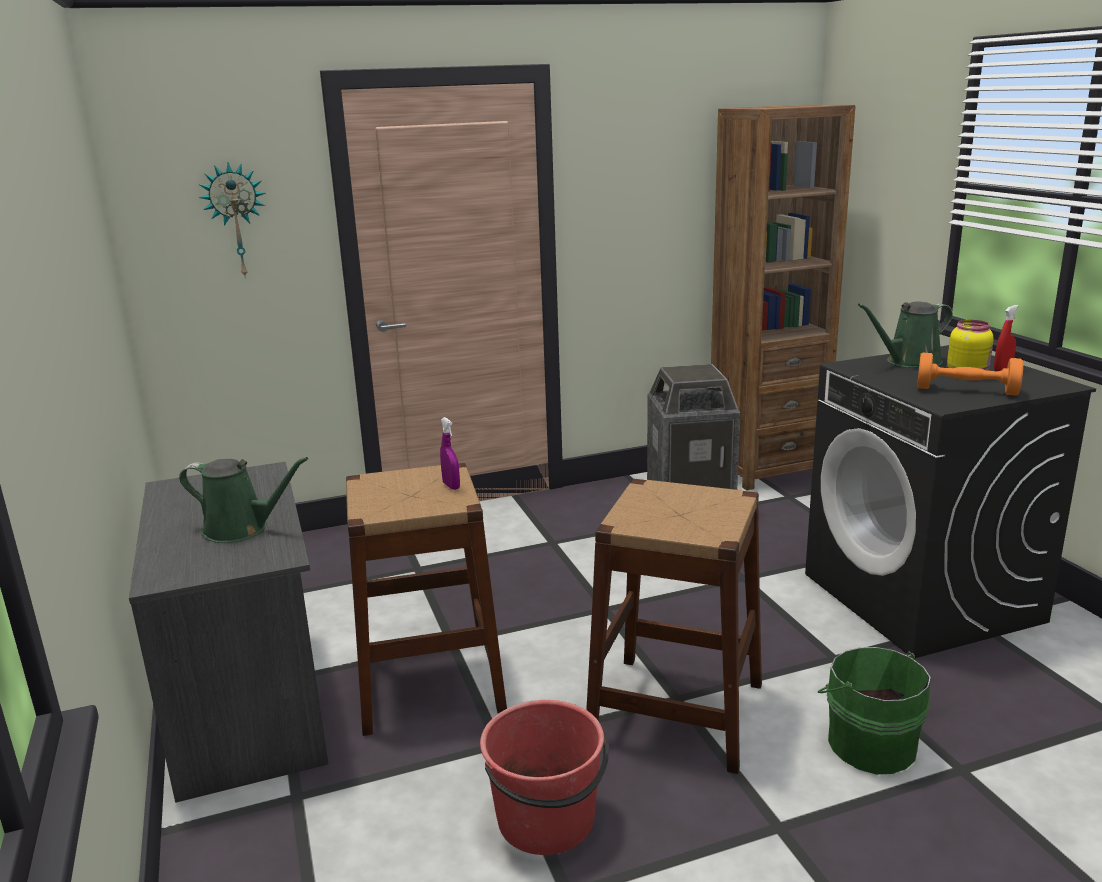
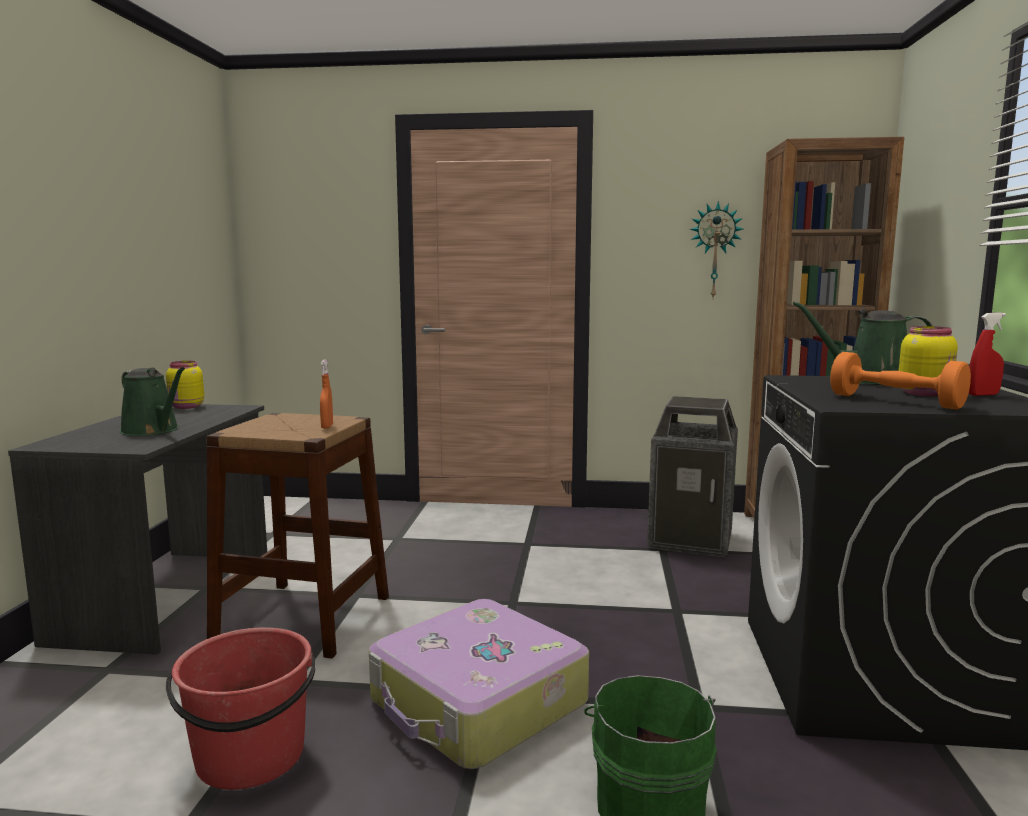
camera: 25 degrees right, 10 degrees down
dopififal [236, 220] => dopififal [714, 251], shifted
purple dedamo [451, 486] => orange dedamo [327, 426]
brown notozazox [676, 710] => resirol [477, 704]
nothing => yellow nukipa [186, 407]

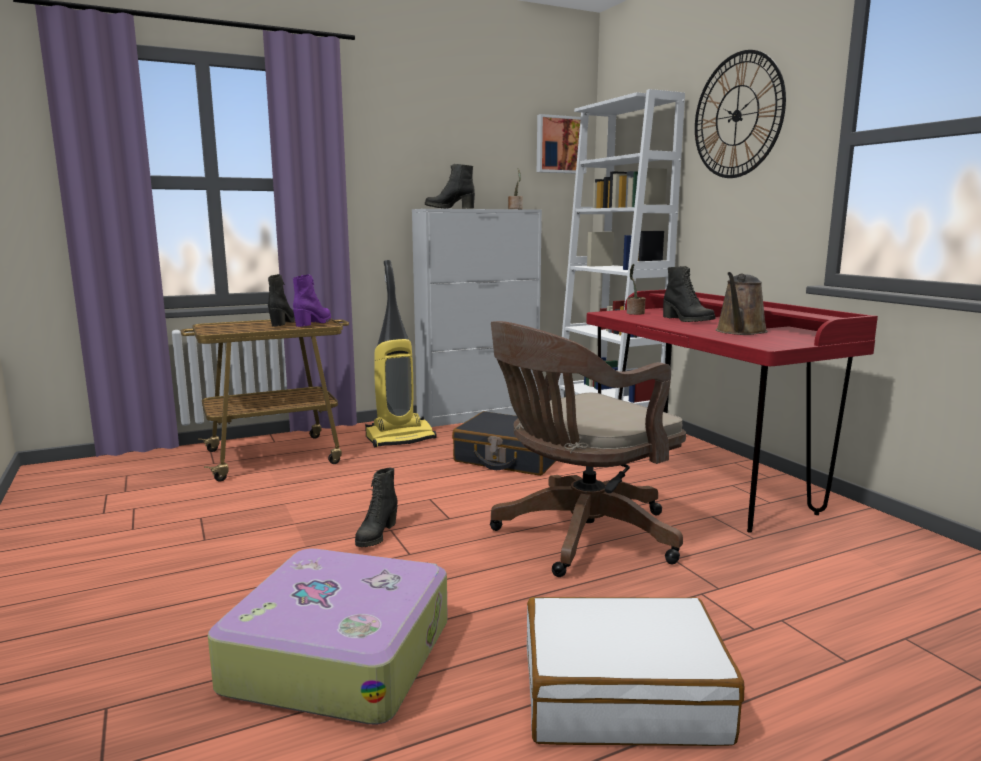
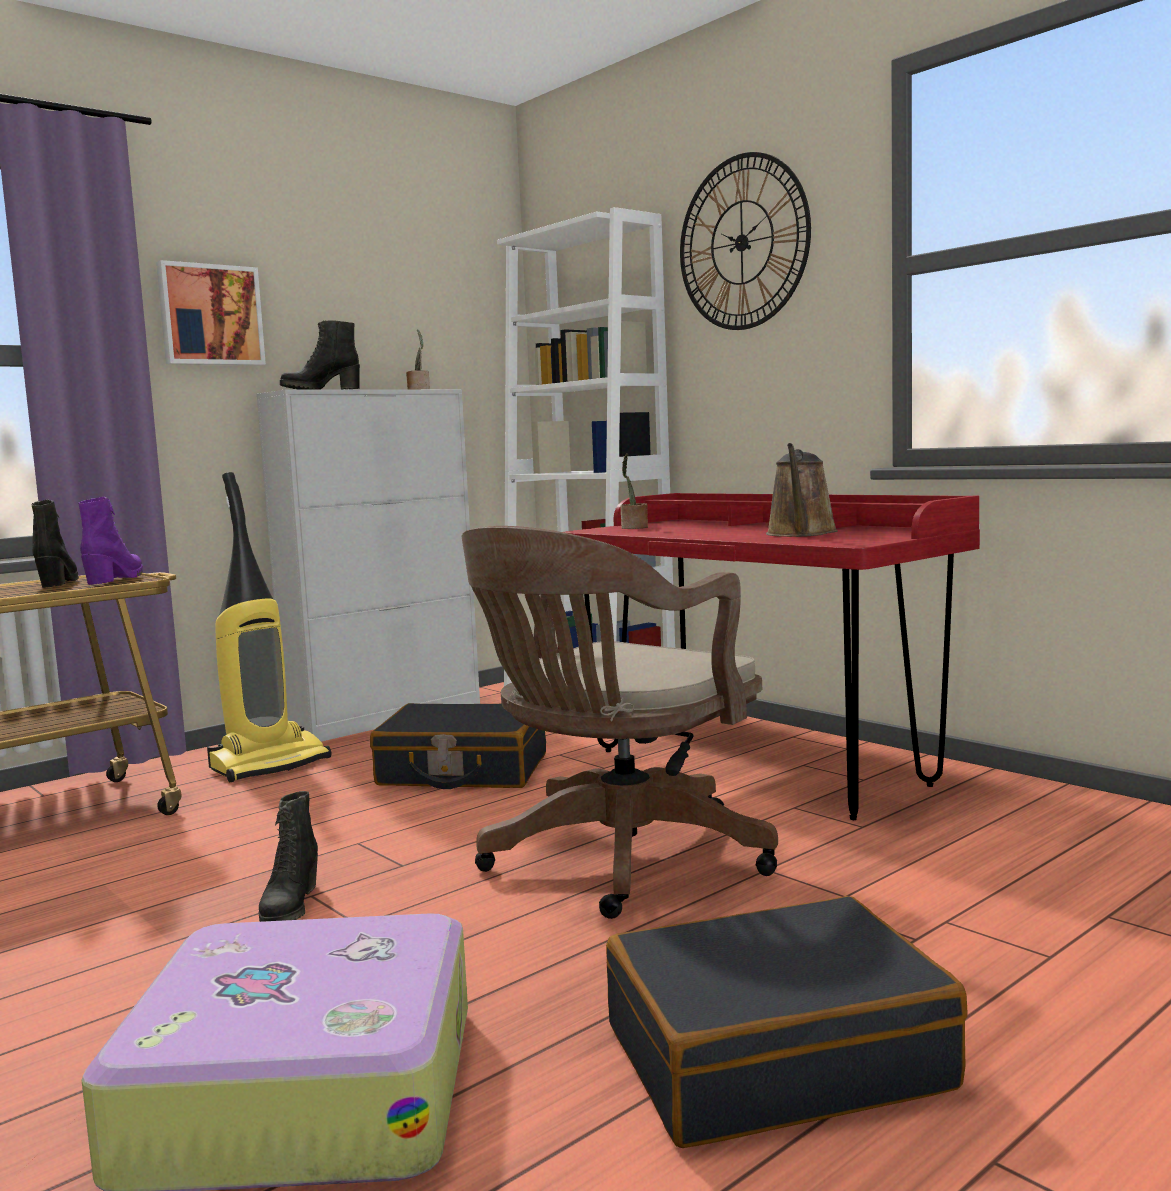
camera: 15 degrees left, 5 degrees down
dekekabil [560, 145] => dekekabil [210, 315], shifted
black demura [687, 320] => nothing
white resirol [622, 694] => black resirol [775, 1056]

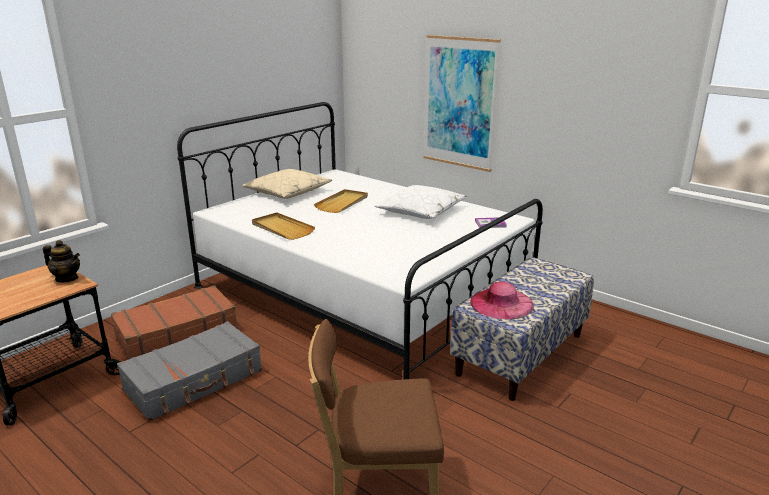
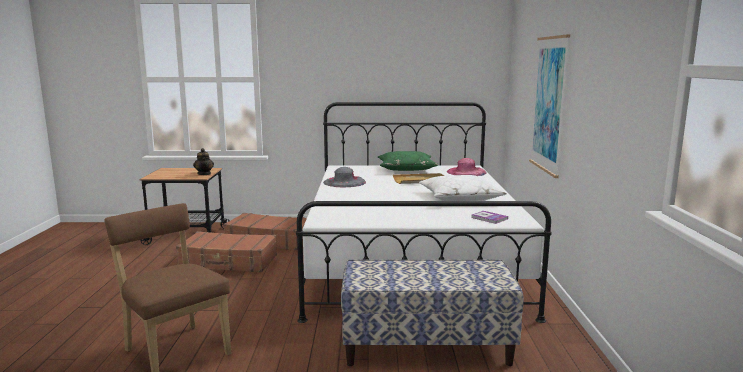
camera: 50 degrees right, 10 degrees down
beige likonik [288, 192] => green likonik [406, 168]
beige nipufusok [282, 228] => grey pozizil [344, 182]
pink pozizil [501, 303] => pink pozizil [466, 172], shifted
grey resirol [194, 381] => brown resirol [228, 262]

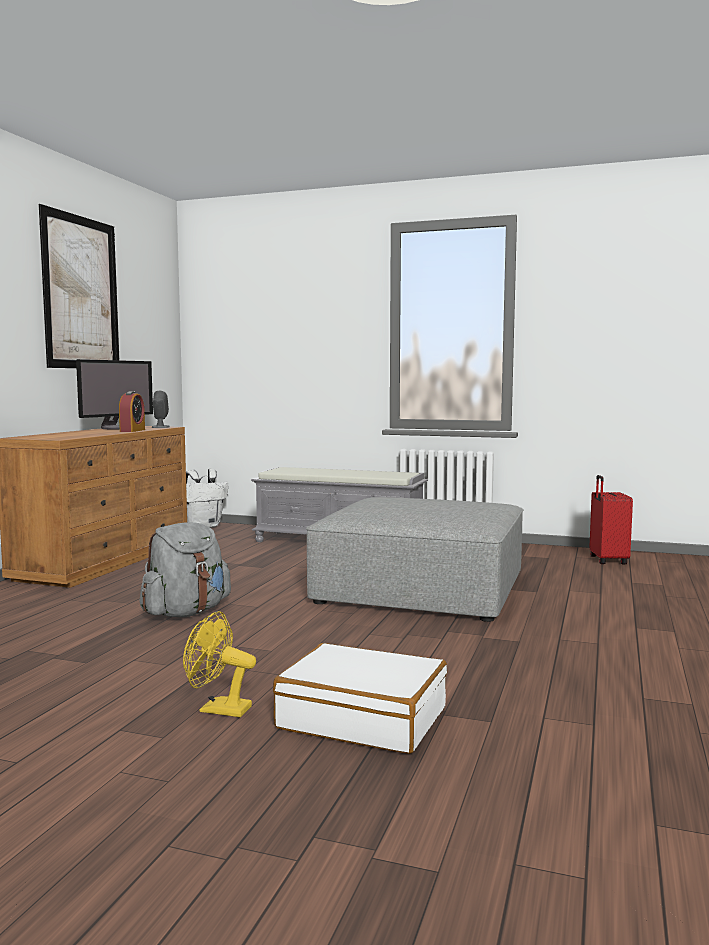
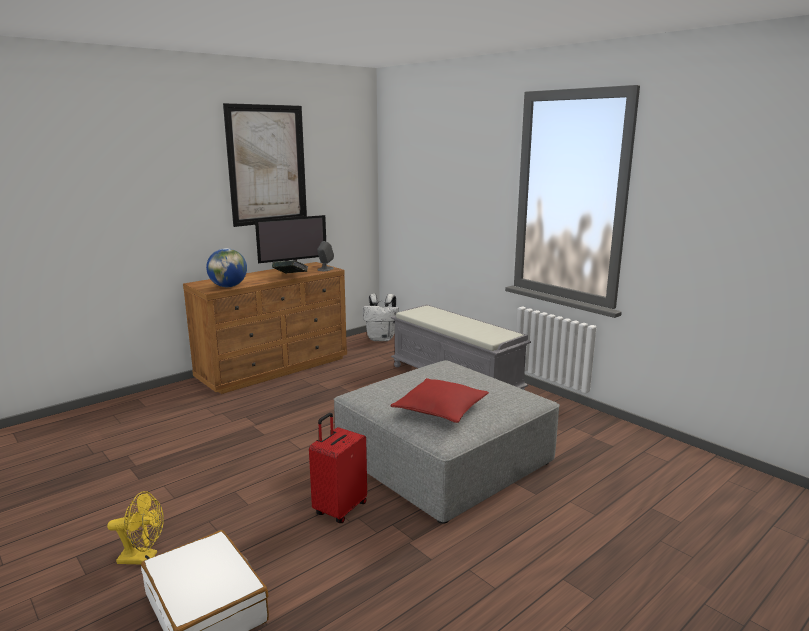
camera: 30 degrees right, 10 degrees up
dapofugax [132, 430] => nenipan [290, 276]
red resirol [607, 560] => red resirol [339, 509], shifted
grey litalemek [186, 612] => nothing
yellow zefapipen [218, 709] => yellow zefapipen [143, 558], 135 degrees clockwise
nothing => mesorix [228, 286]
nothing => red likonik [440, 409]

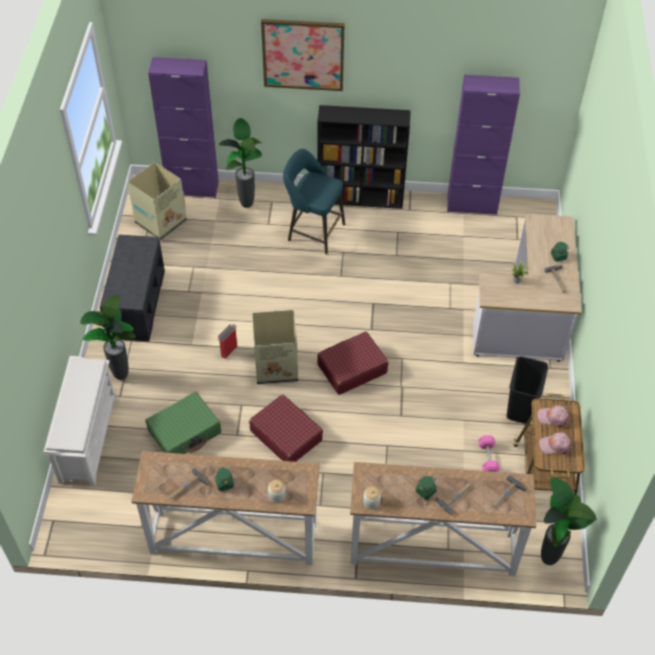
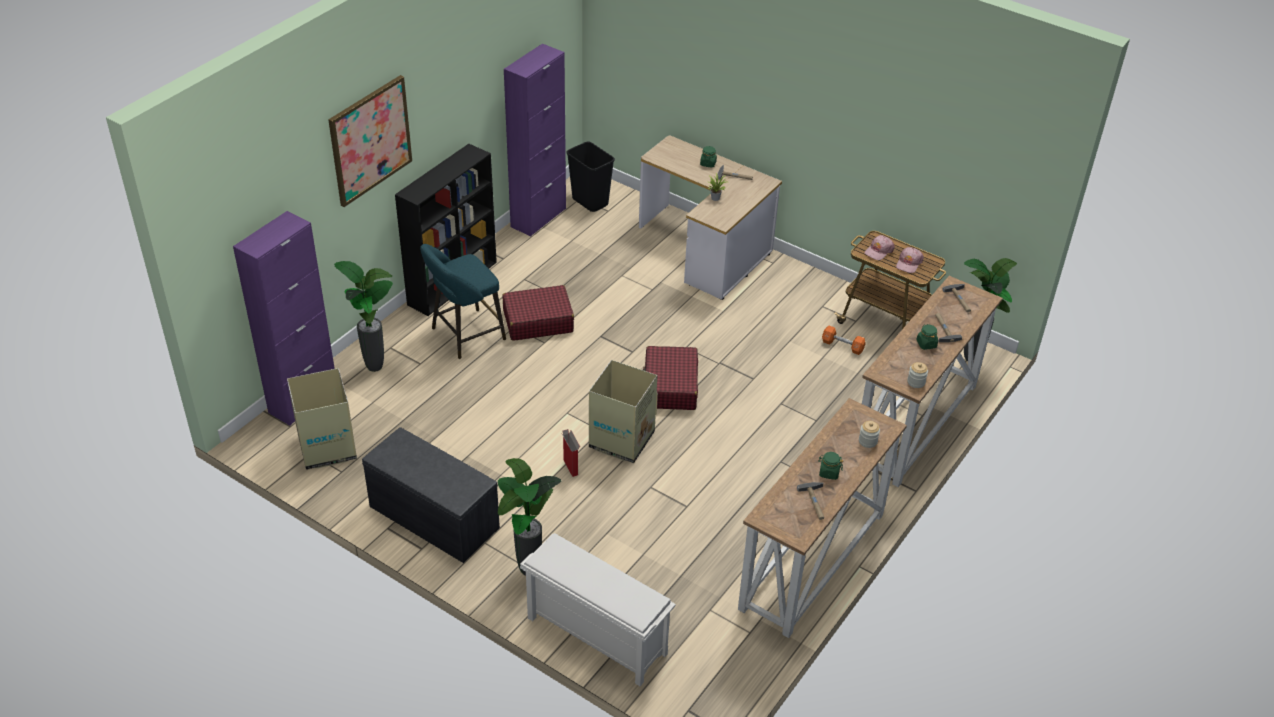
camera: 60 degrees left, 10 degrees down
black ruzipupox [520, 409] => black ruzipupox [591, 202], shifted
green resirol [185, 432] => nothing
red resirol [286, 435] => red resirol [537, 321], shifted
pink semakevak [487, 458] => orange semakevak [842, 346]

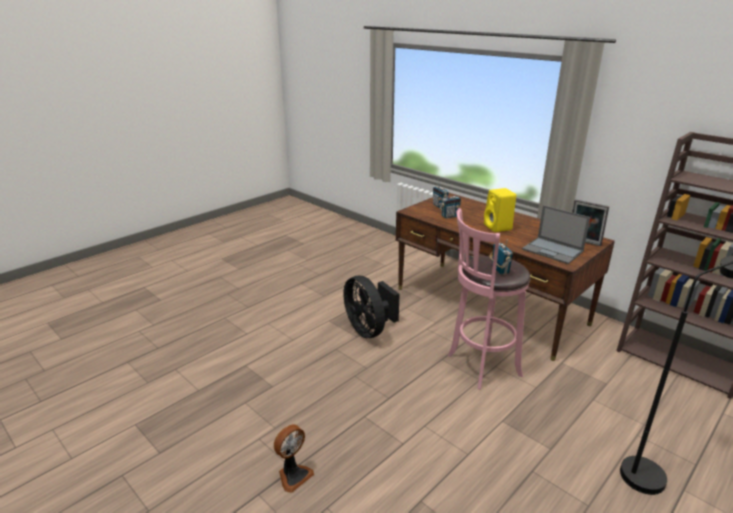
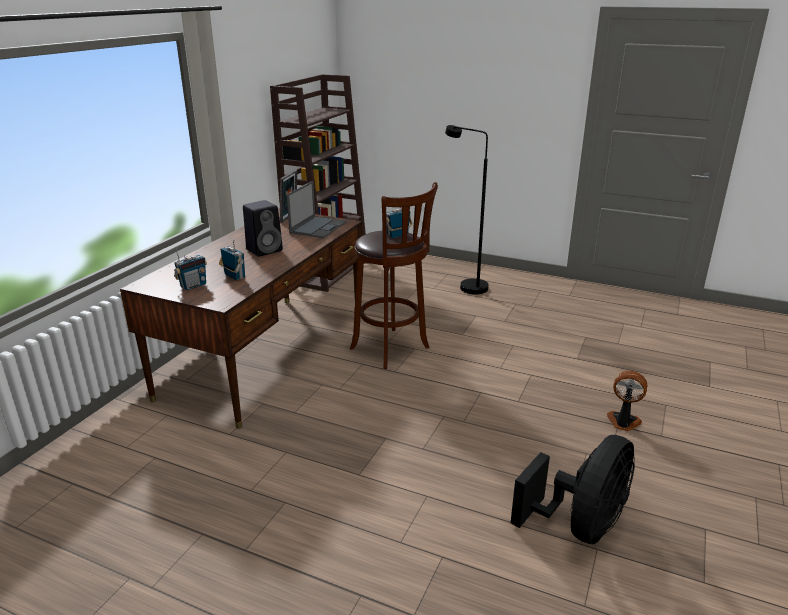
camera: 110 degrees left, 0 degrees up
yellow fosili [498, 227] => black fosili [265, 250]
pink notozazox [480, 366] => brown notozazox [392, 349]
black zefapipen [369, 329] => black zefapipen [580, 525], shifted

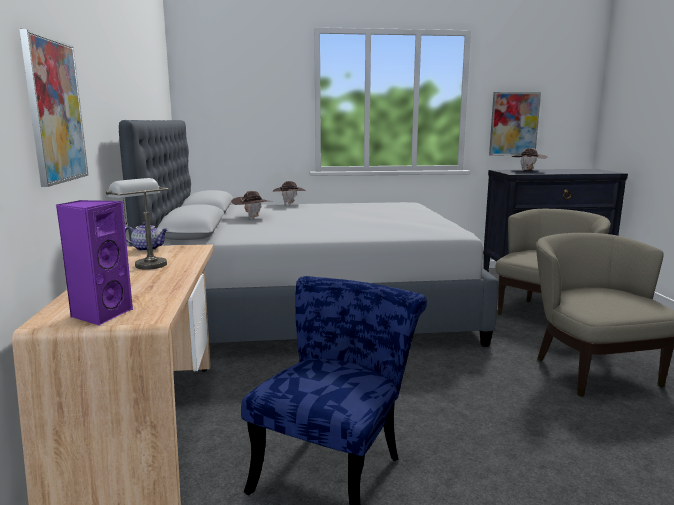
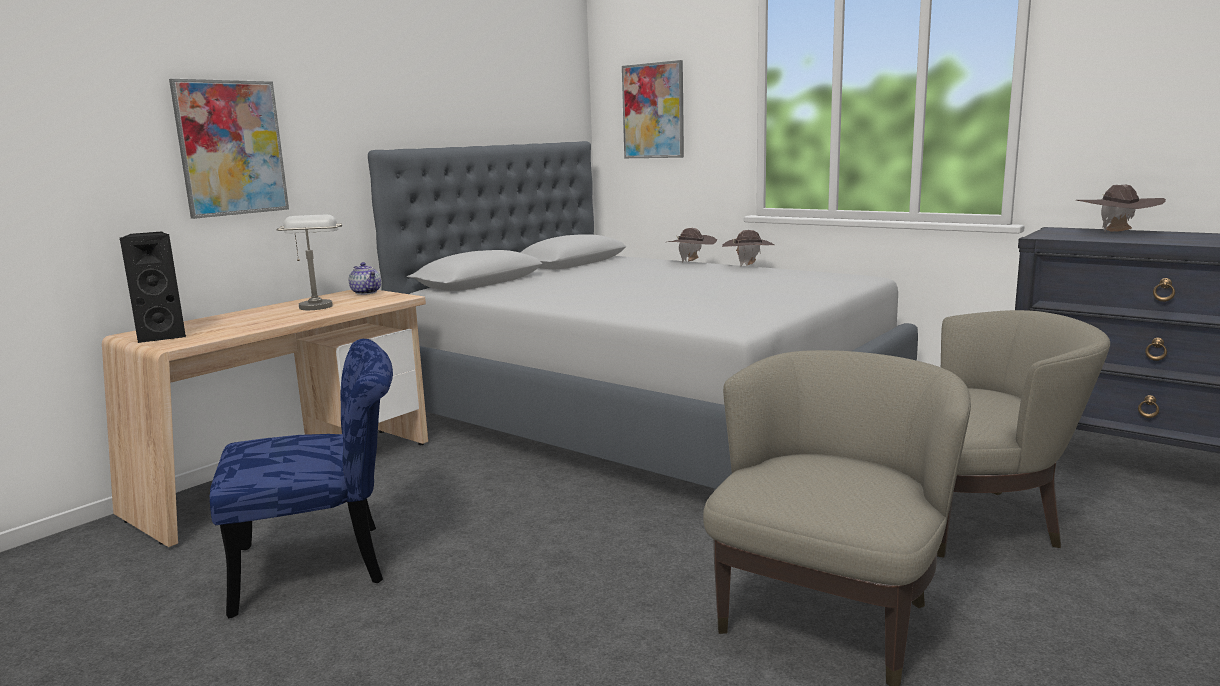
camera: 45 degrees right, 0 degrees up
dekekabil [514, 124] => dekekabil [653, 111], shifted
brown pozizil [252, 217] => brown pozizil [748, 265], shifted
purple fosili [100, 314] => black fosili [163, 336]

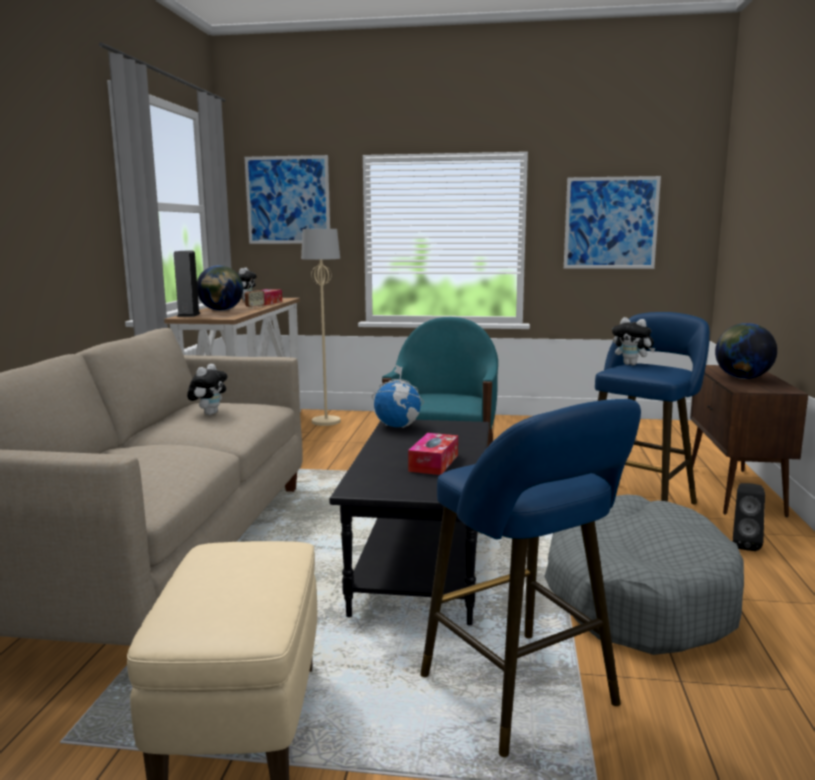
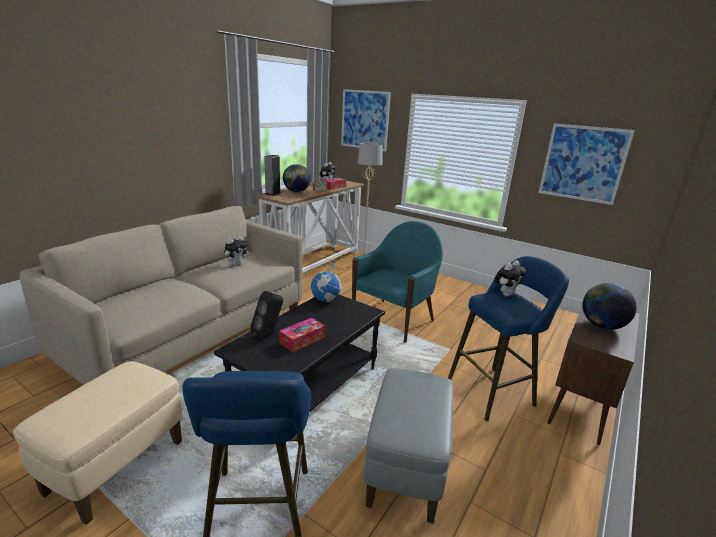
camera: 25 degrees right, 10 degrees up
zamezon [632, 364] => zamezon [506, 294], 105 degrees counterclockwise
black fosili [744, 545] => black fosili [268, 334], shifted
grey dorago [638, 595] => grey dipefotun [406, 470]

